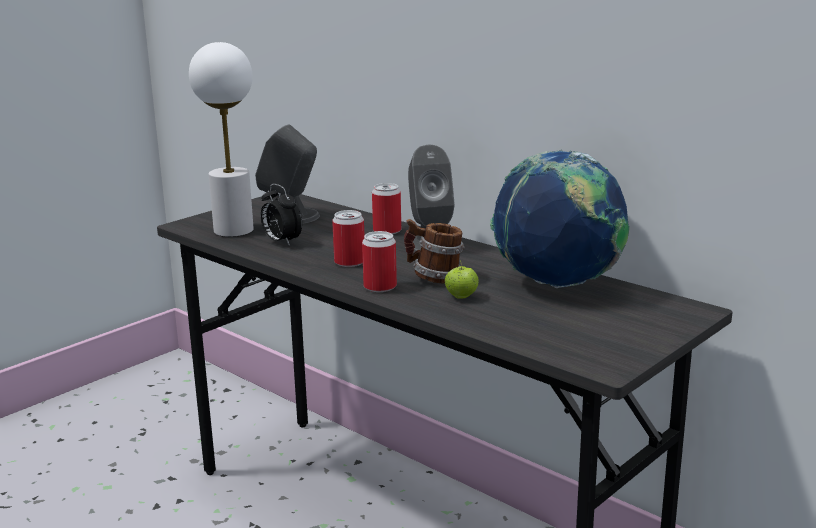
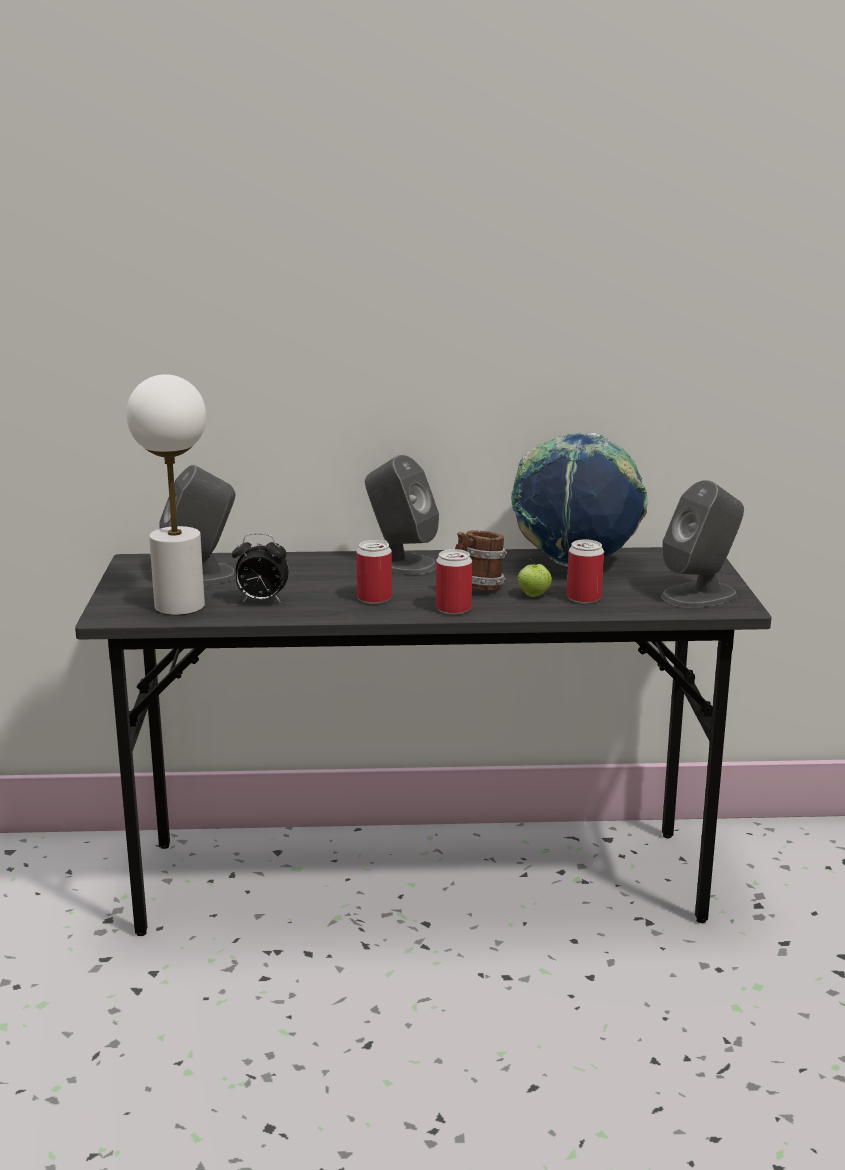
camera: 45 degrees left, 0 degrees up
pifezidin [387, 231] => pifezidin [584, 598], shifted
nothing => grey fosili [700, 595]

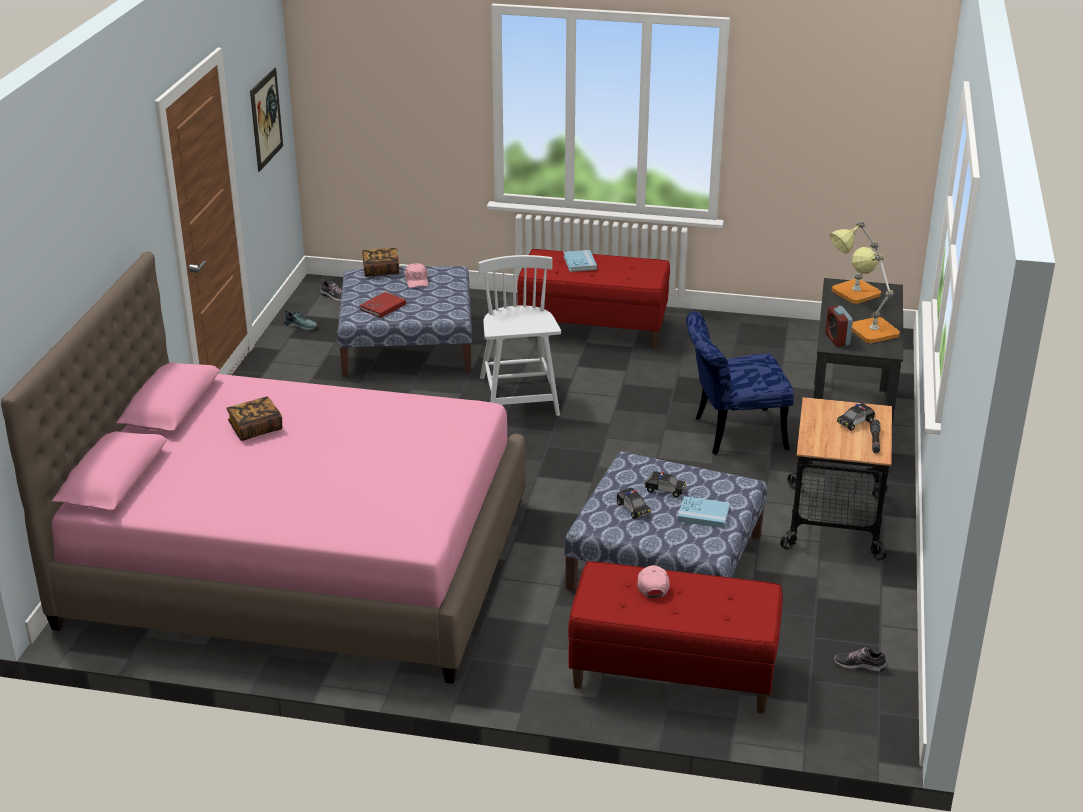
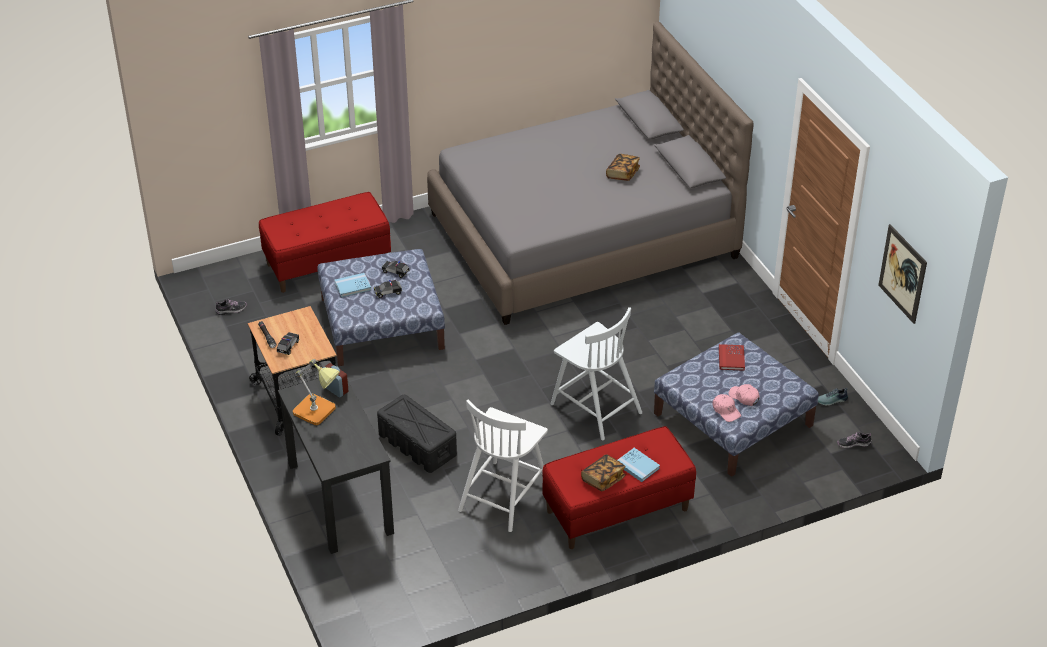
camera: 145 degrees right, 10 degrees up
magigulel [851, 294] => nothing
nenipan [381, 270] => nenipan [603, 479], shifted
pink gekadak [299, 561] => grey gekadak [583, 235]
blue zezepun [731, 433] => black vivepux [418, 445]
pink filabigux [652, 585] => pink filabigux [726, 411], shifted
nothing => white zezepun [503, 495]

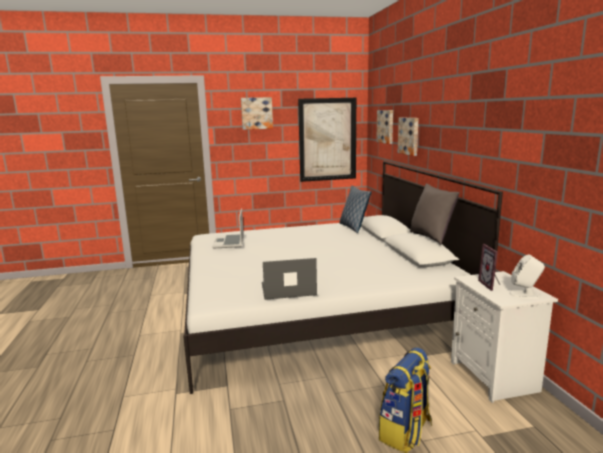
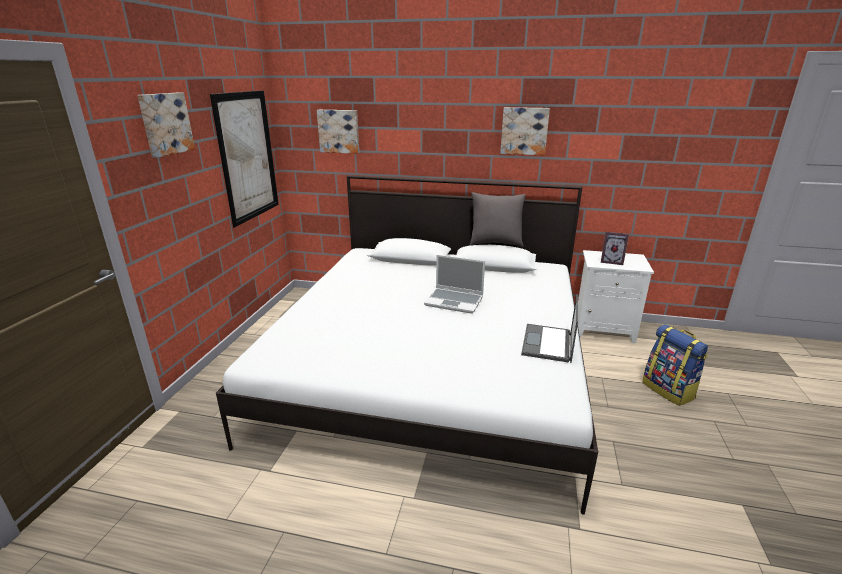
camera: 65 degrees left, 10 degrees up
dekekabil [409, 136] => dekekabil [524, 131], shifted
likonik [353, 227] => nothing
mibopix [229, 242] => mibopix [455, 301], shifted
white fosili [525, 294] => nothing

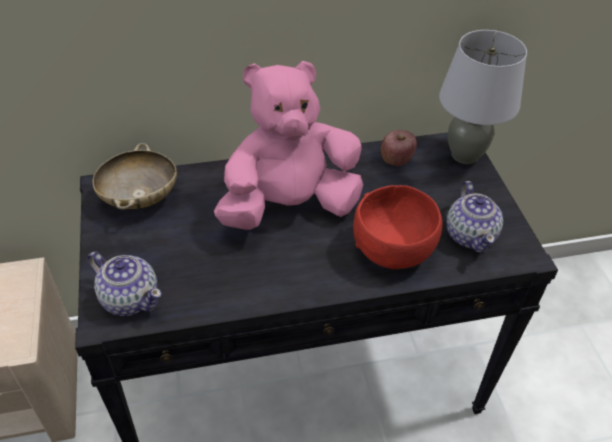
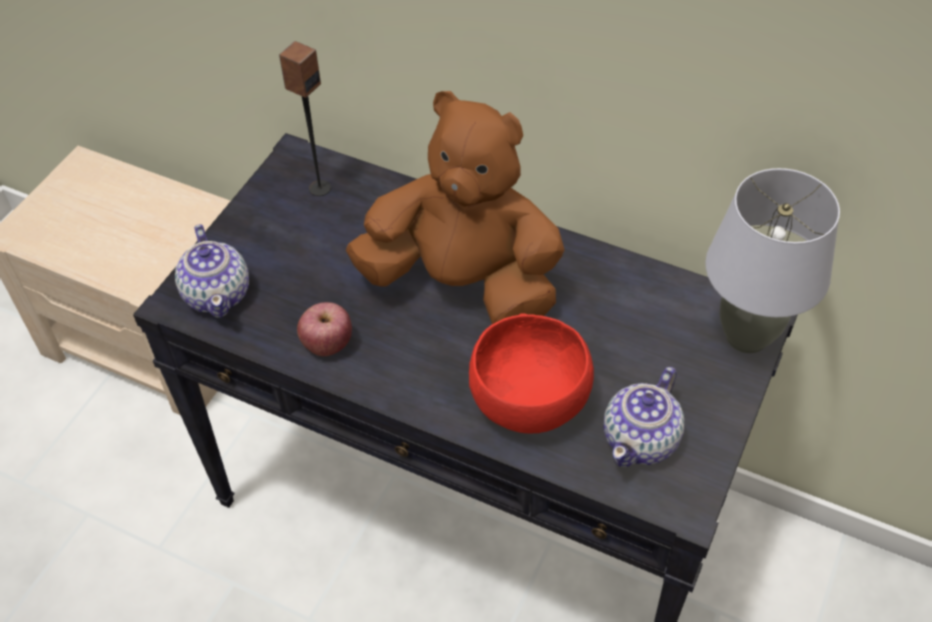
camera: 40 degrees right, 5 degrees up
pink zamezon [289, 206] => brown zamezon [463, 283]
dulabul [396, 160] => dulabul [327, 344], shifted
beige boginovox [139, 197] => fosili [319, 188]

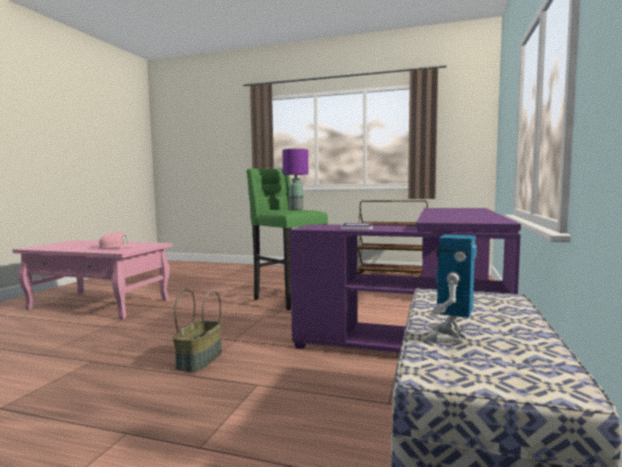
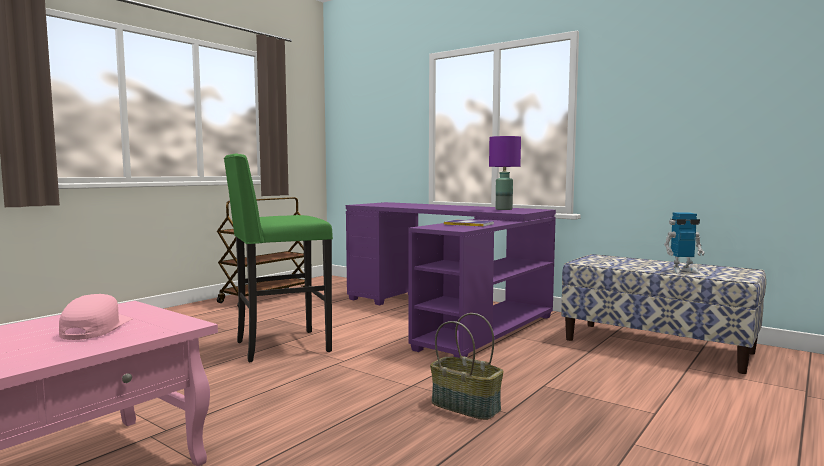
camera: 70 degrees left, 0 degrees up
purple magigulel [295, 209] => purple magigulel [503, 209], shifted
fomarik [449, 337] => fomarik [682, 271], 45 degrees counterclockwise

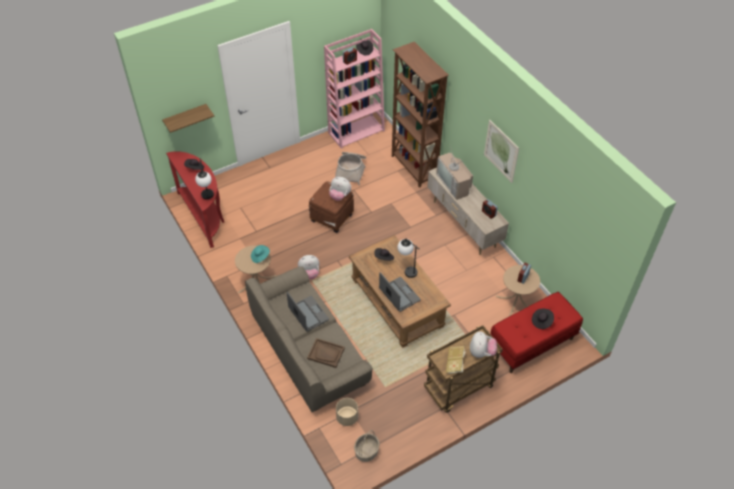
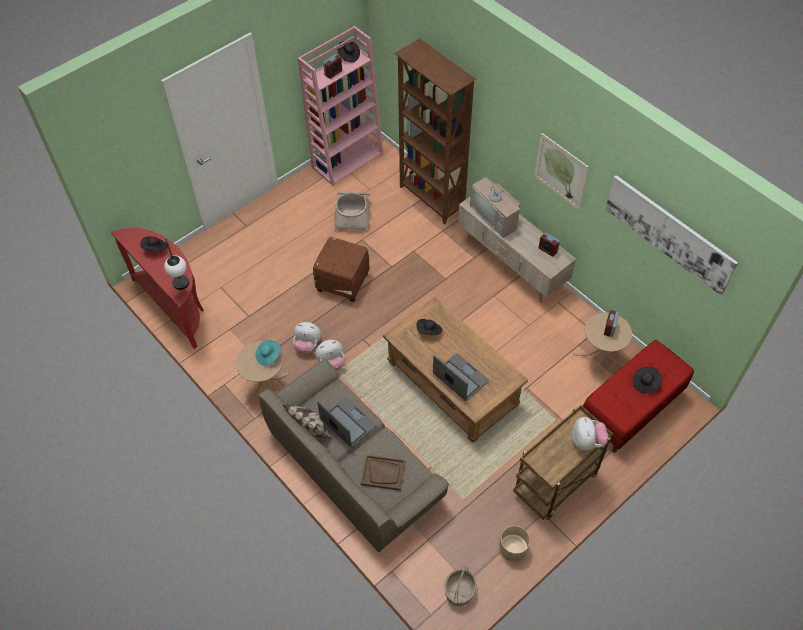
camera: 10 degrees left, 5 degrees up
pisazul [185, 118] => nothing
zamezon [340, 196] => zamezon [307, 345], shifted
magigulel [407, 269] => nothing
nenipan [455, 364] => nothing
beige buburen [347, 417] => beige buburen [512, 549], shifted
nothing => dekekabil [669, 233]
nothing => likonik [311, 432]

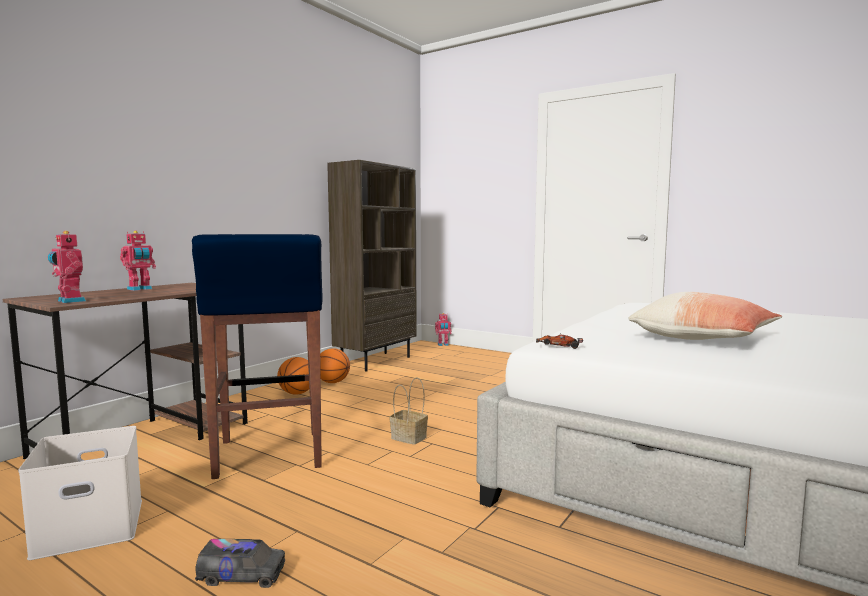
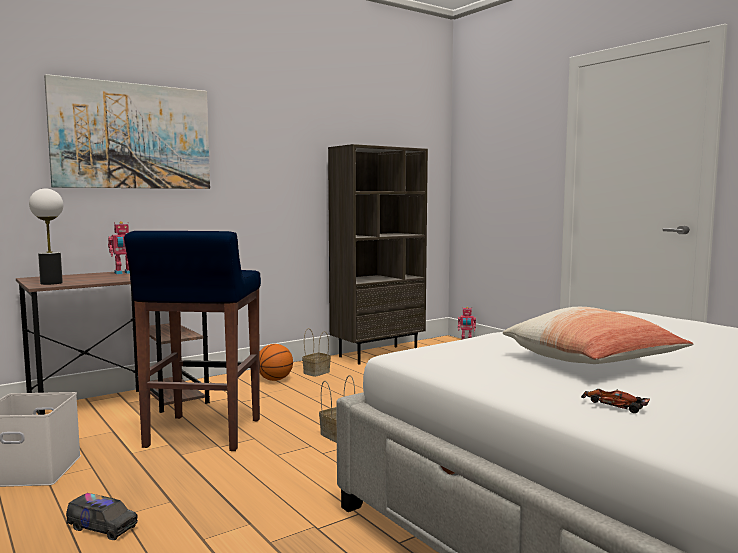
camera: 20 degrees right, 0 degrees up
fomarik [69, 301] => magigulel [51, 283]
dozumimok [559, 346] => dozumimok [614, 406], shifted
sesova [333, 382] => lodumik [316, 372]
nothing => dekekabil [132, 136]

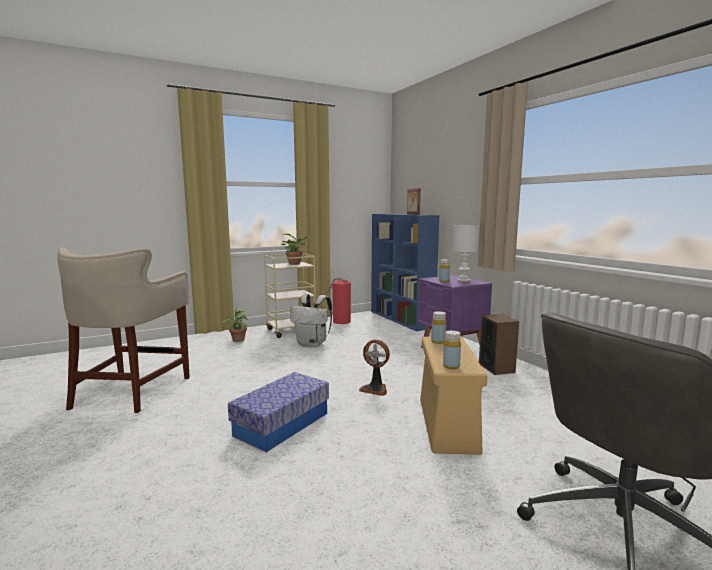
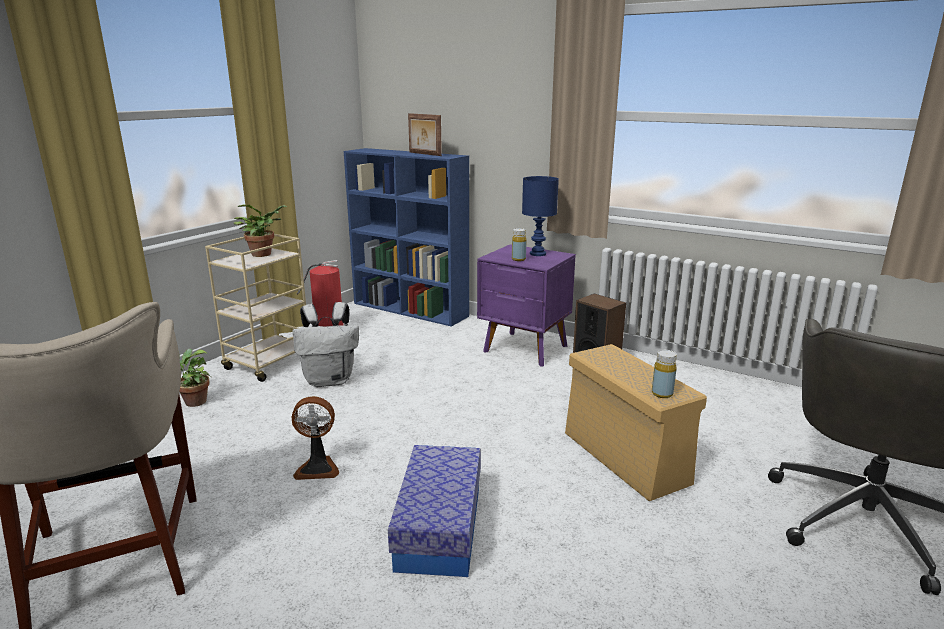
camera: 30 degrees left, 10 degrees up
white magigulel [463, 280] => blue magigulel [537, 253]
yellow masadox [438, 341] => nothing
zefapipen [375, 389] => zefapipen [318, 468], shifted

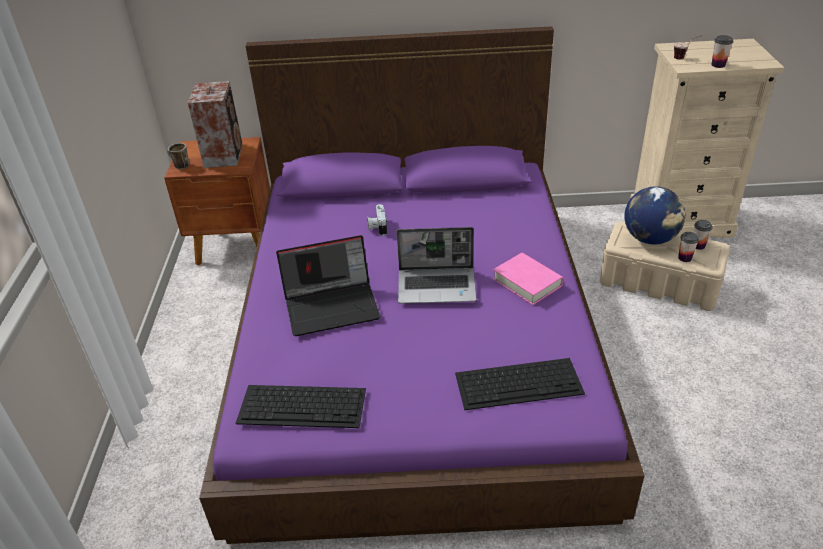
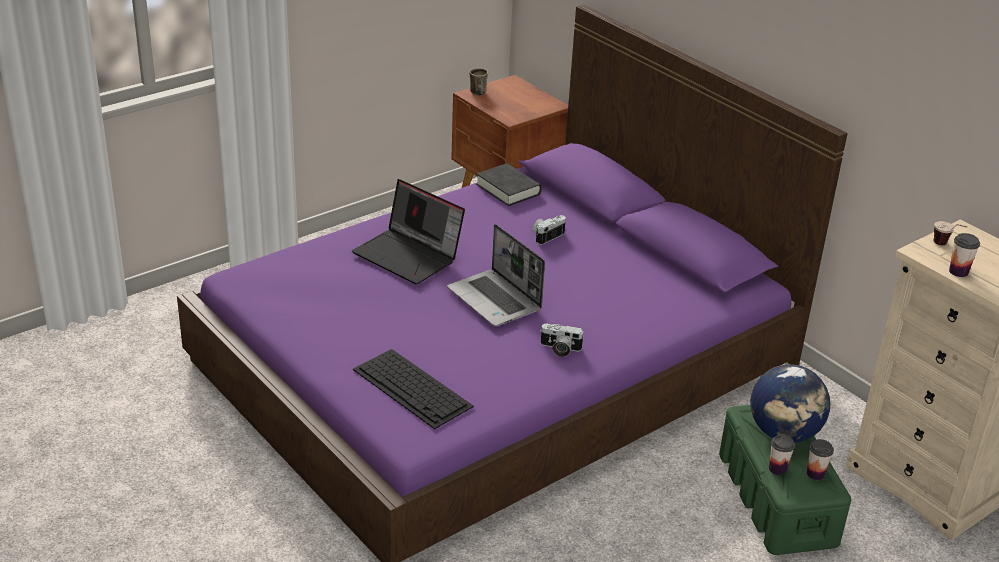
camera: 50 degrees right, 5 degrees down
fosili [224, 154] => nothing
beige vivepux [660, 283] => green vivepux [777, 500]
pink nenipan [527, 282] => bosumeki [559, 349]
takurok [303, 405] => nothing
nothing => black nenipan [508, 189]

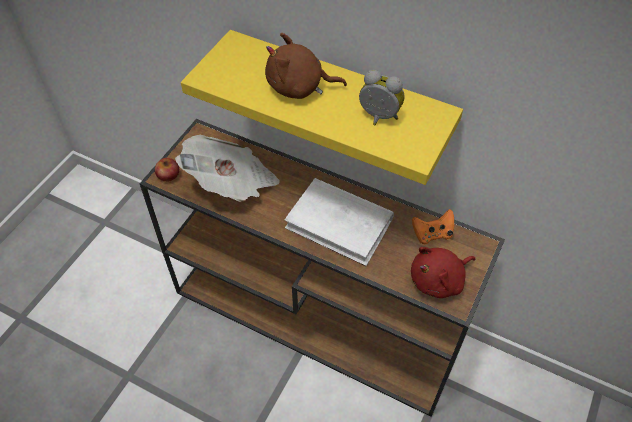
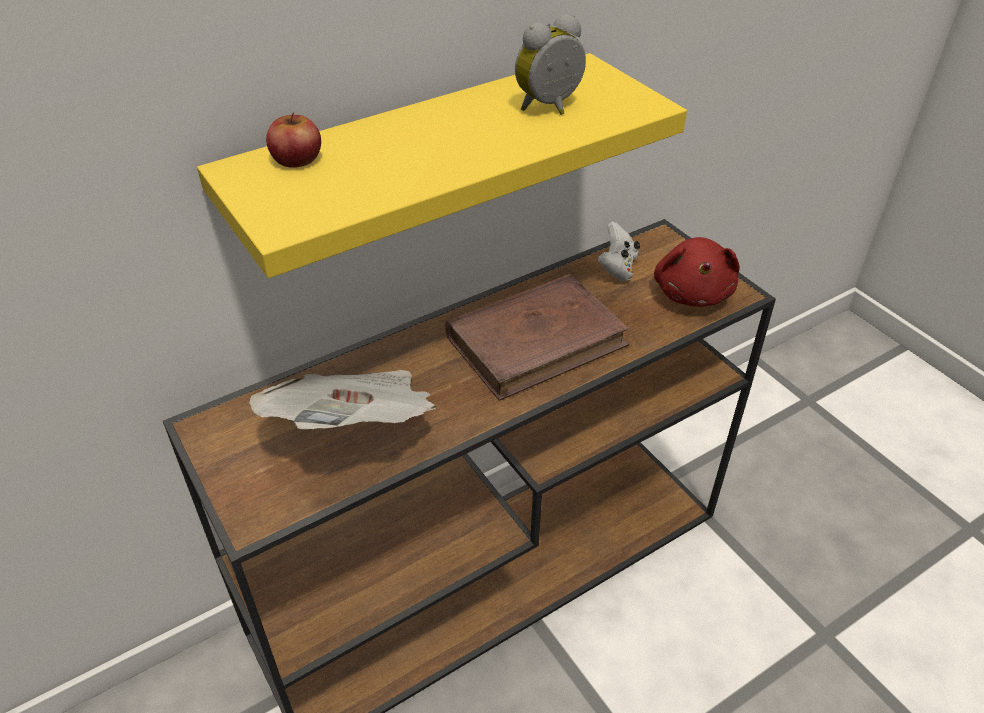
camera: 60 degrees left, 10 degrees down
brown zamezon [299, 87] => nothing
dulabul [168, 175] => dulabul [297, 158], shifted
white nenipan [339, 224] => brown nenipan [536, 341]
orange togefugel [432, 234] => white togefugel [617, 268]

